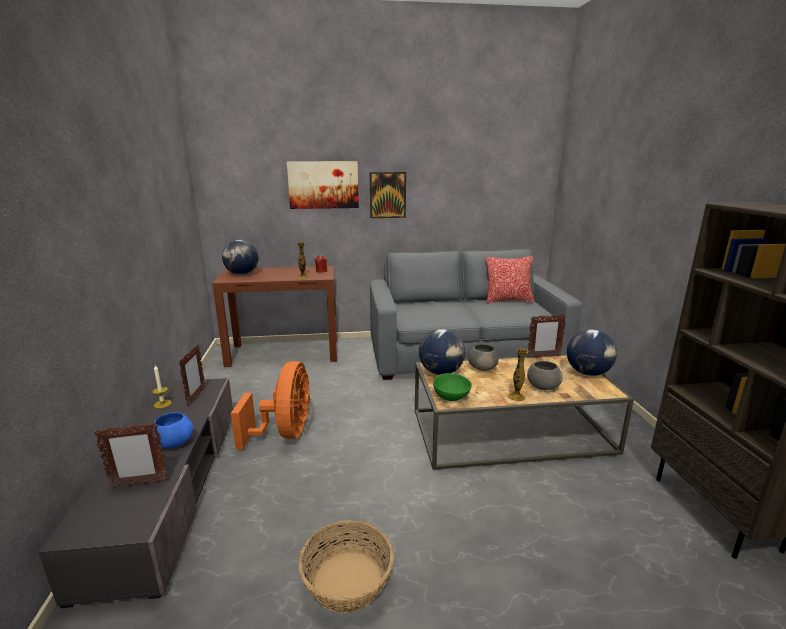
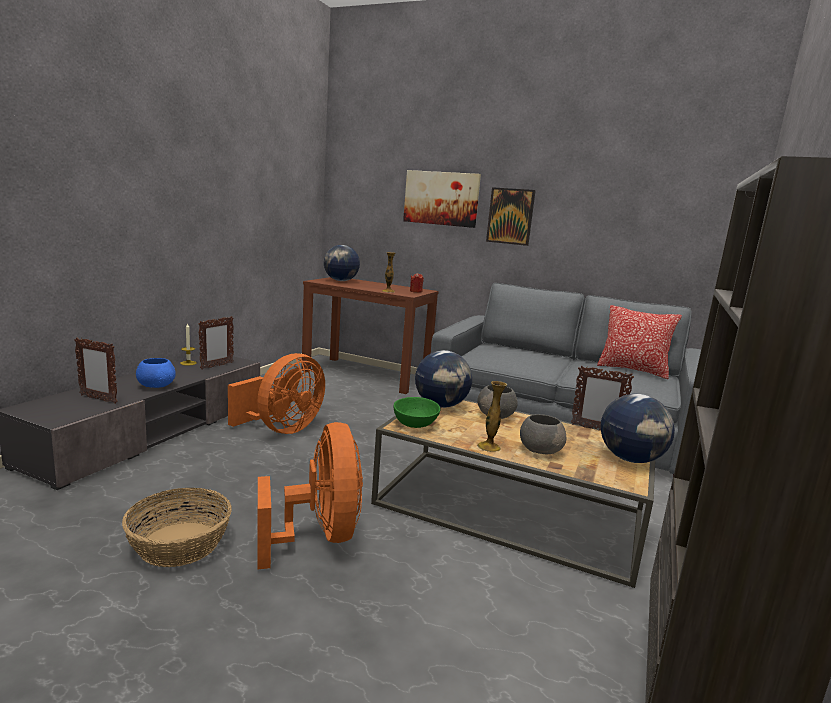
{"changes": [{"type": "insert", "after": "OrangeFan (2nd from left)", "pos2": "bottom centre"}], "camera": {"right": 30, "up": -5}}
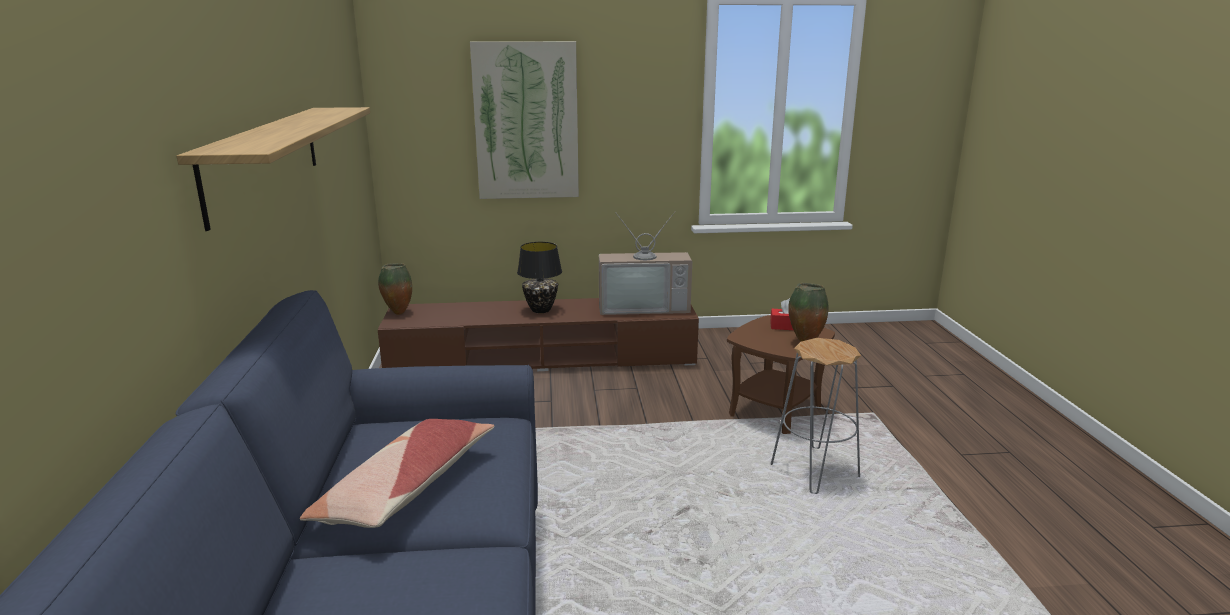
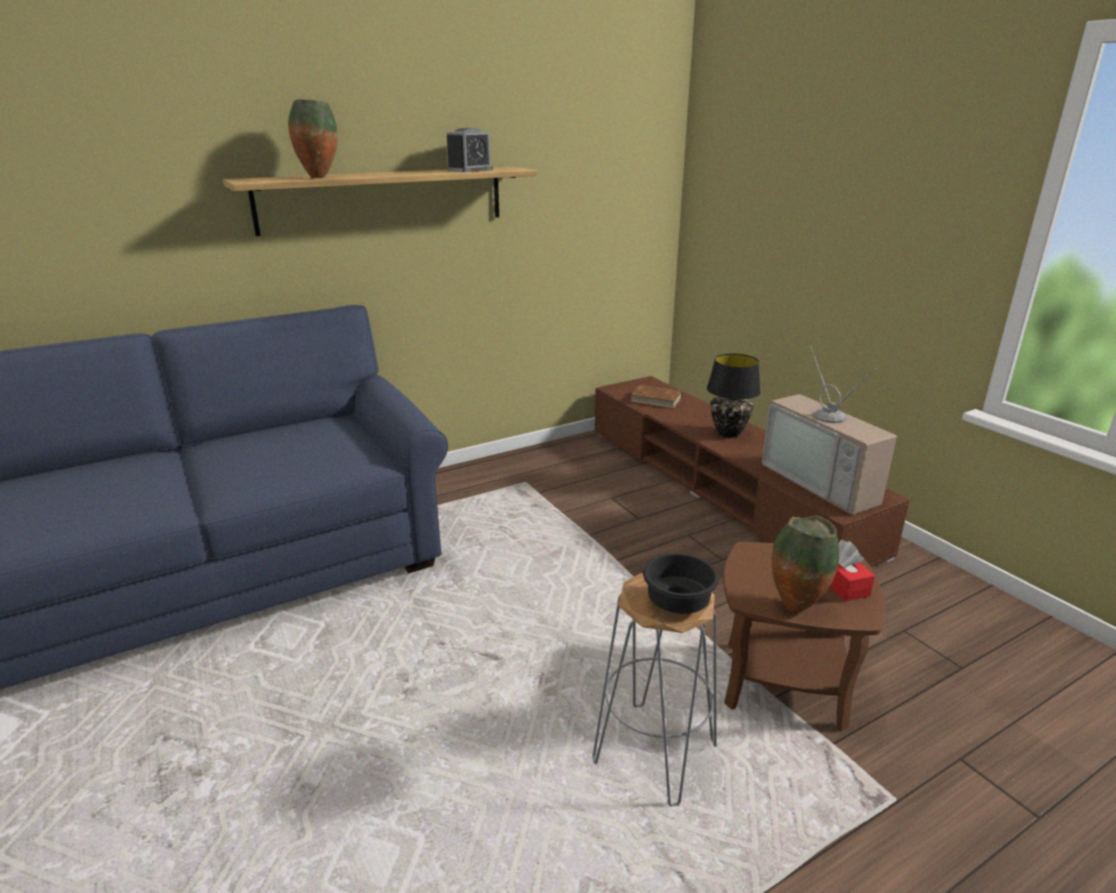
{"changes": [{"type": "delete", "before": "Pillow", "pos1": "bottom left"}, {"type": "move", "before": "Vase (1st from left)", "pos1": "middle left", "pos2": "top left"}, {"type": "delete", "before": "Picture", "pos1": "top centre"}, {"type": "insert", "after": "AlarmClock", "pos2": "top centre"}, {"type": "insert", "after": "BrownBook", "pos2": "centre"}, {"type": "insert", "after": "BlackBowl", "pos2": "centre"}], "camera": {"right": 65, "up": 5}}
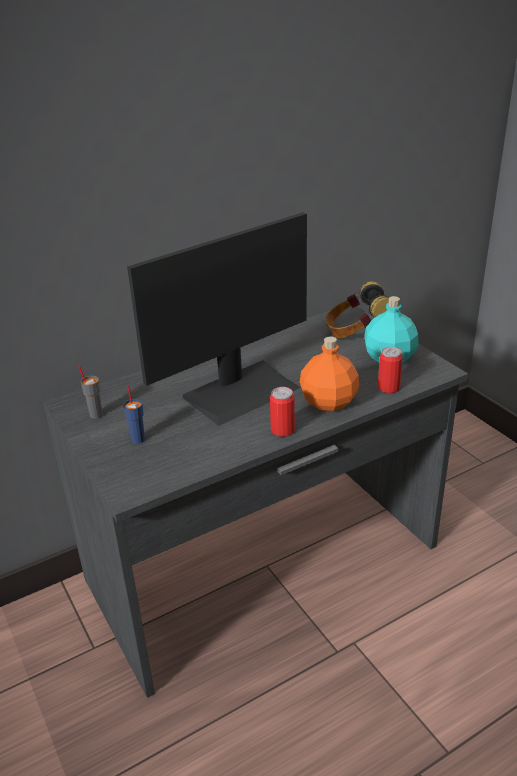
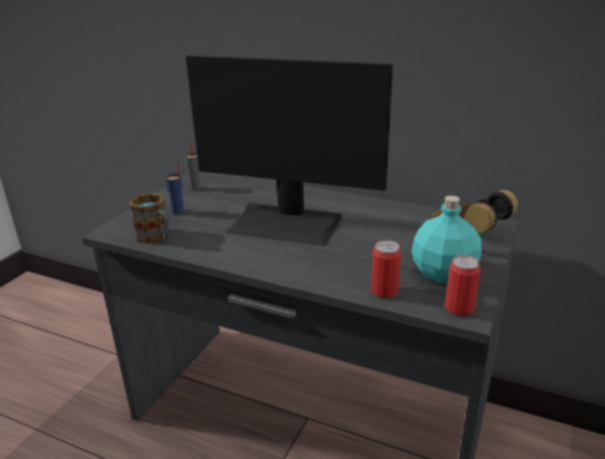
{"changes": [{"type": "move", "before": "Can (1st from left in the first image)", "after": "Can (2nd from left)", "pos1": "centre", "pos2": "middle right"}, {"type": "delete", "before": "OrangeBottle", "pos1": "centre"}, {"type": "insert", "after": "Mug", "pos2": "middle left"}], "camera": {"right": 55, "up": -5}}
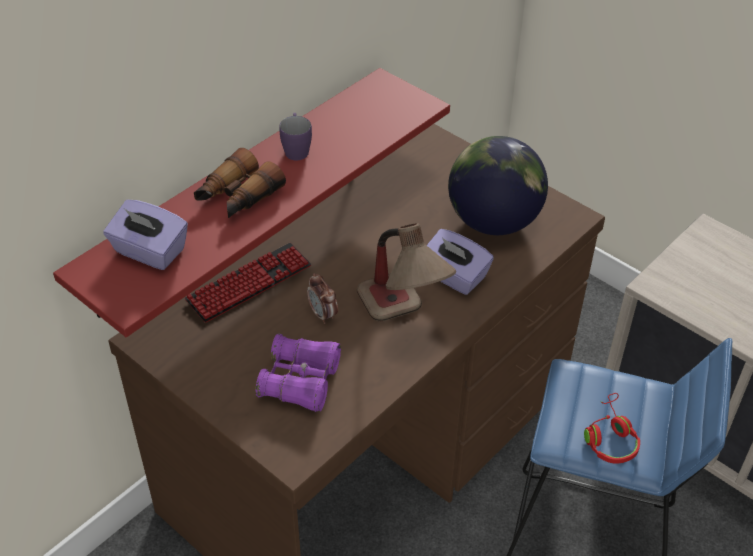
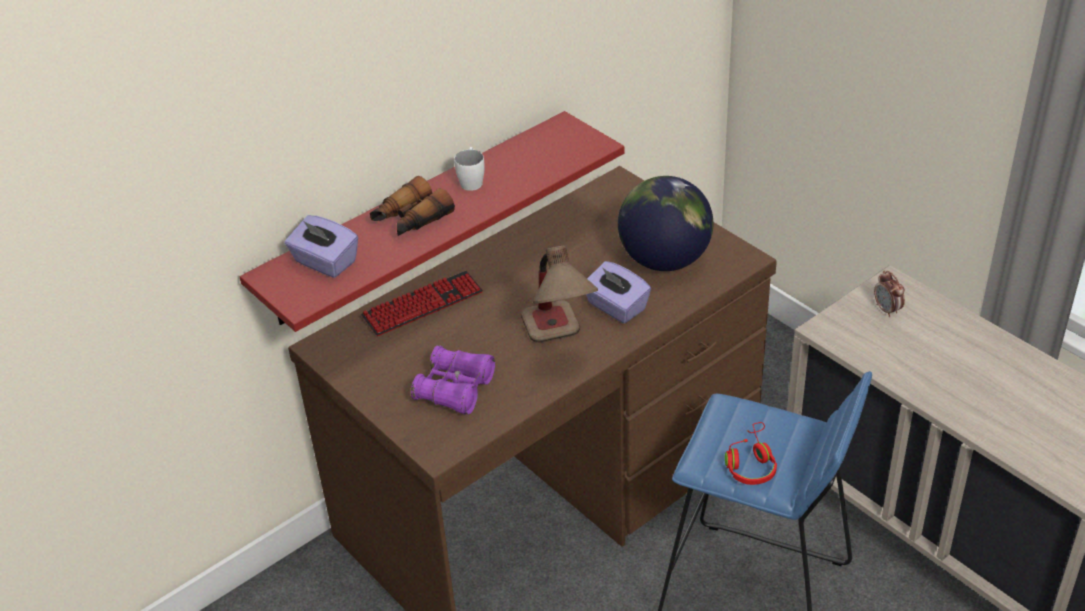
{"changes": [{"type": "recolor", "before": "PurpleMug", "after": "WhiteMug", "pos1": "top centre", "pos2": "top centre"}, {"type": "move", "before": "AlarmClock", "pos1": "centre", "pos2": "middle right"}], "camera": {"right": 10, "up": -5}}
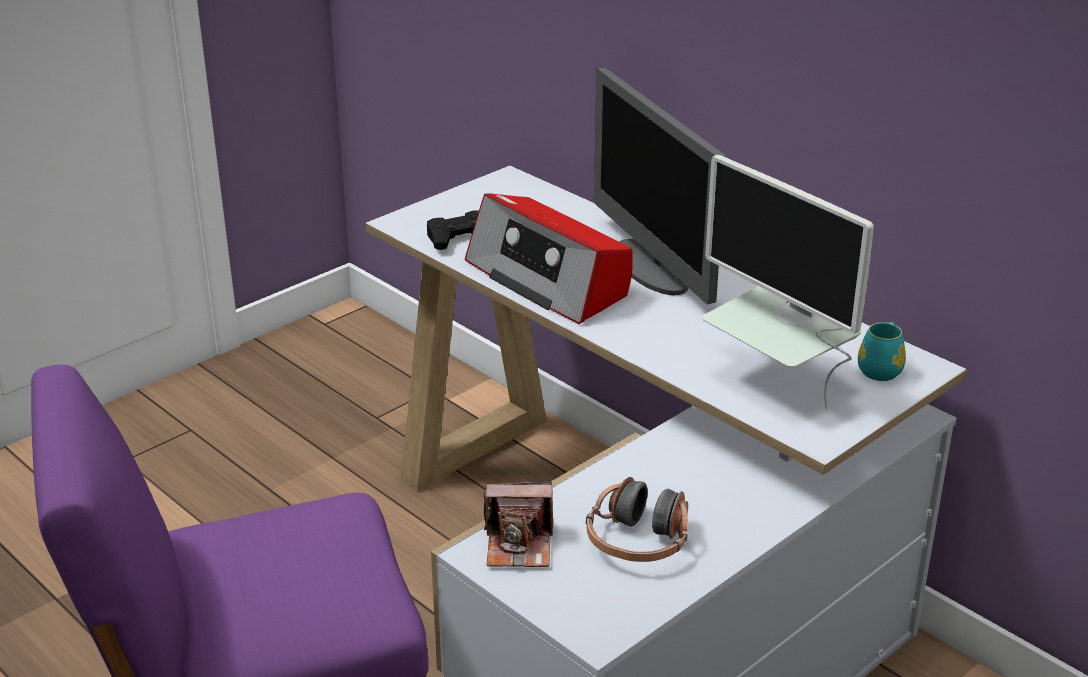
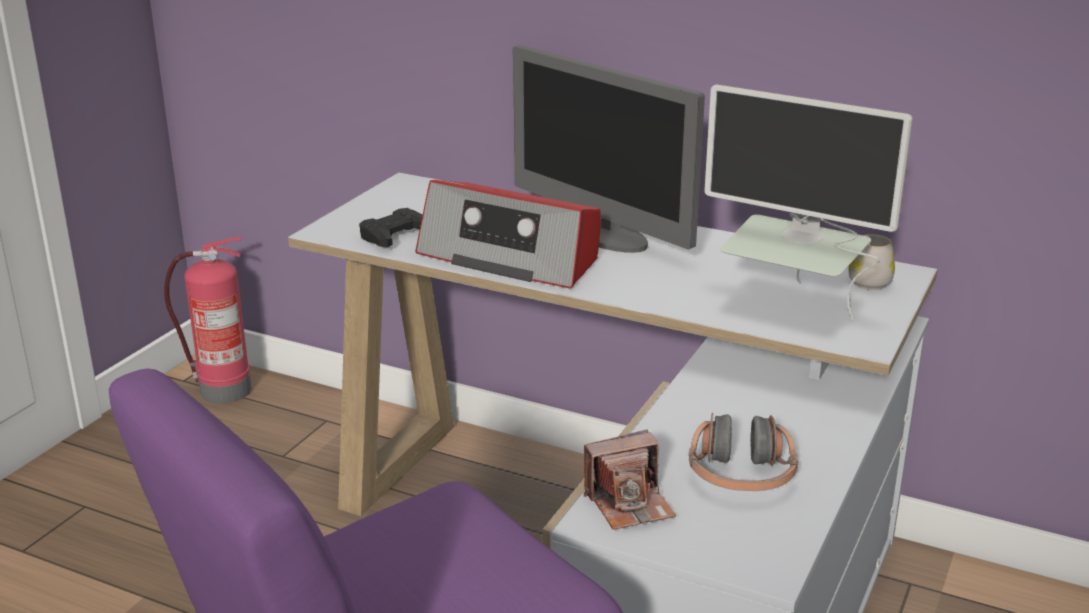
{"changes": [{"type": "recolor", "before": "TurquoiseMug", "after": "WhiteMug", "pos1": "middle right", "pos2": "middle right"}, {"type": "insert", "after": "FireExtinguisher", "pos2": "middle left"}], "camera": {"right": -20, "up": -5}}
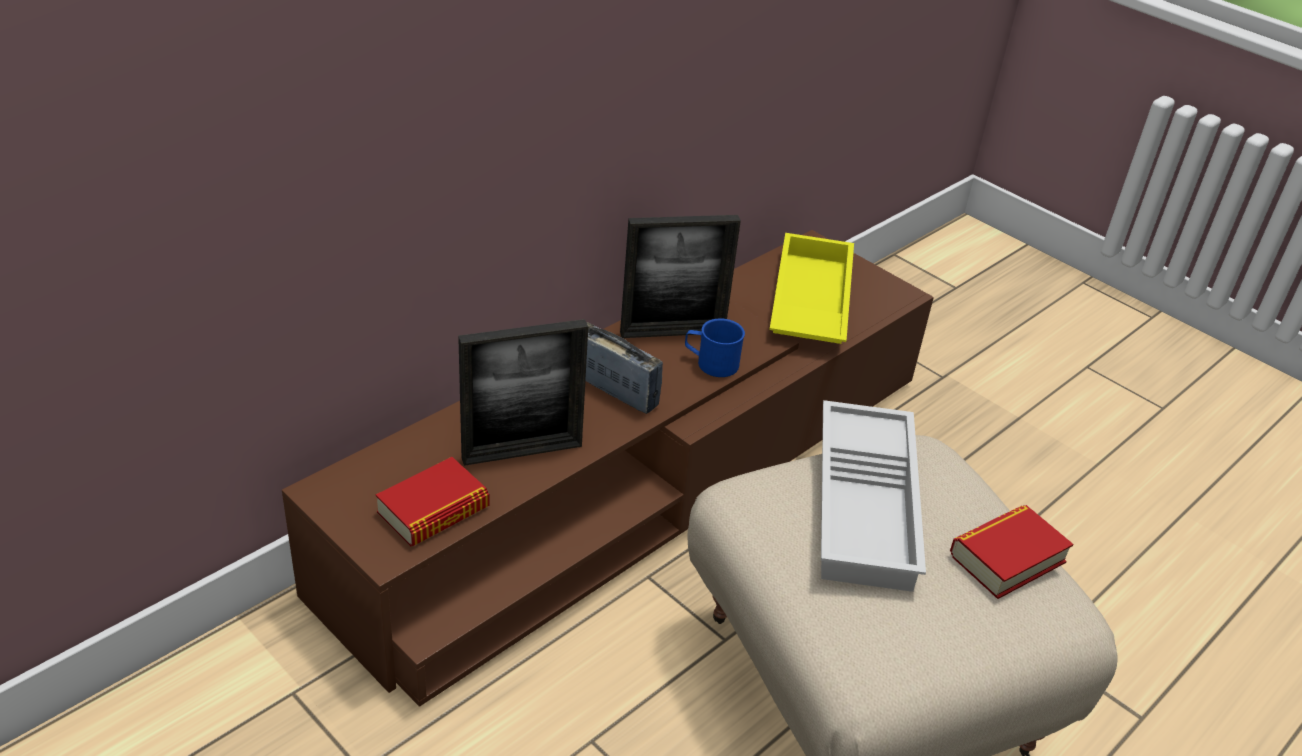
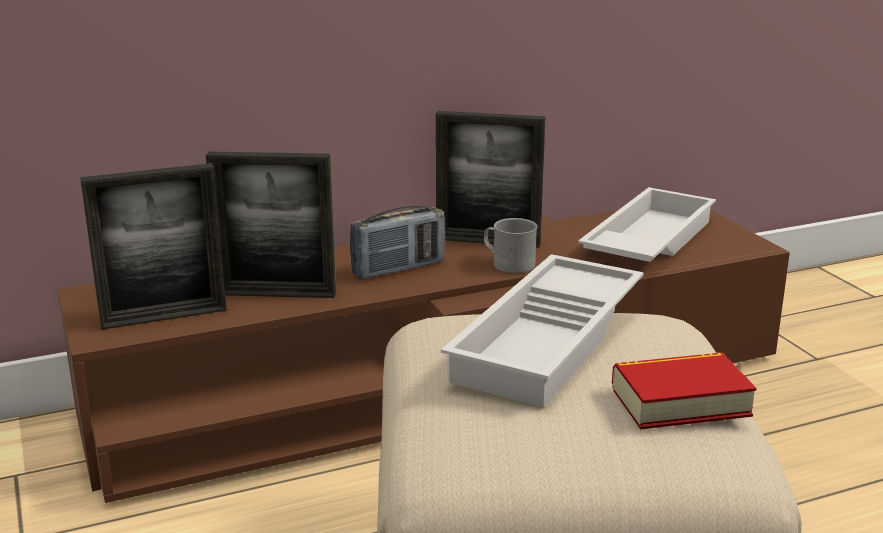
{"changes": [{"type": "replace", "before": "Book (1st from left)", "after": "PictureFrame (1st from left)", "pos1": "middle left", "pos2": "middle left"}, {"type": "rotate", "before": "Radio", "pos1": "centre", "pos2": "centre", "turn": 90}, {"type": "recolor", "before": "BlueMug", "after": "GreyMug", "pos1": "centre", "pos2": "centre"}, {"type": "recolor", "before": "YellowTray", "after": "WhiteTray (2nd from left)", "pos1": "centre", "pos2": "middle right"}], "camera": {"right": 25, "up": -15}}
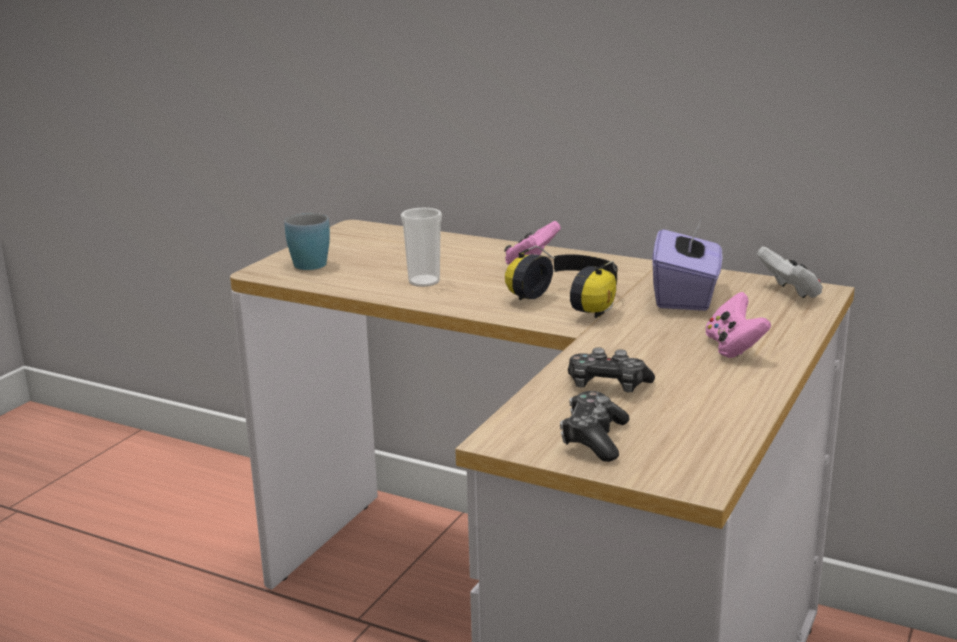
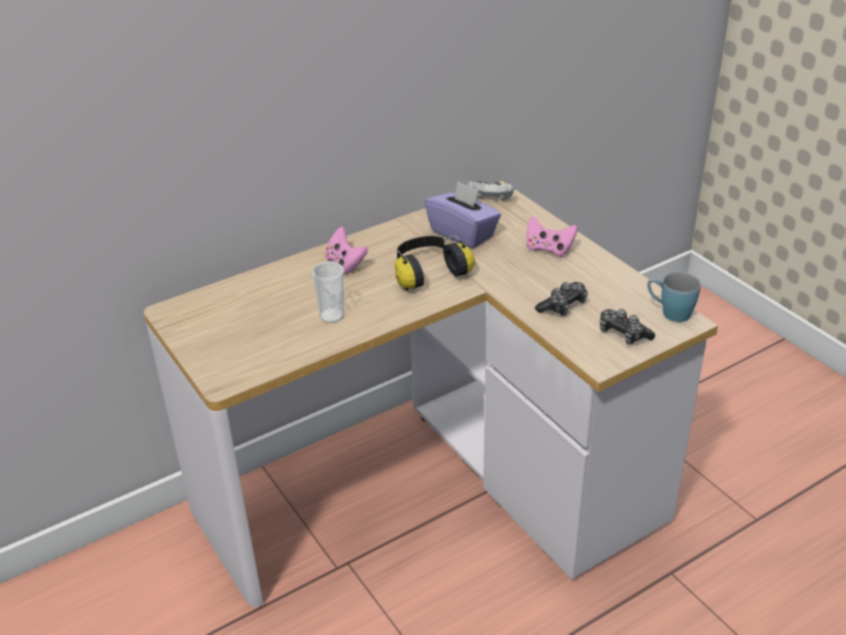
{"changes": [{"type": "move", "before": "BlueMug", "pos1": "middle left", "pos2": "middle right"}], "camera": {"right": -60, "up": 15}}
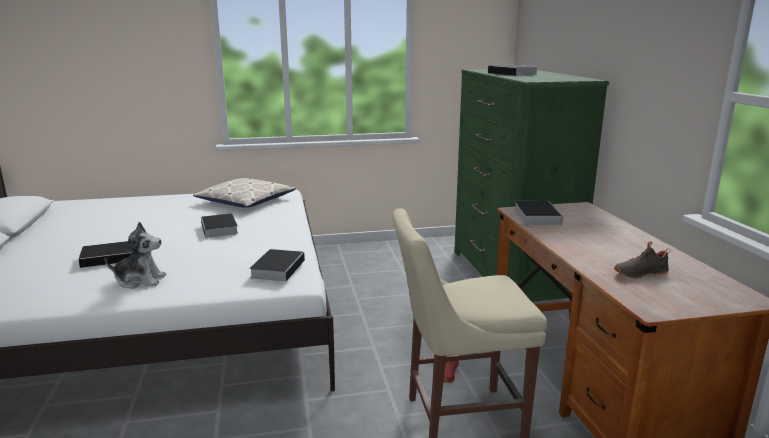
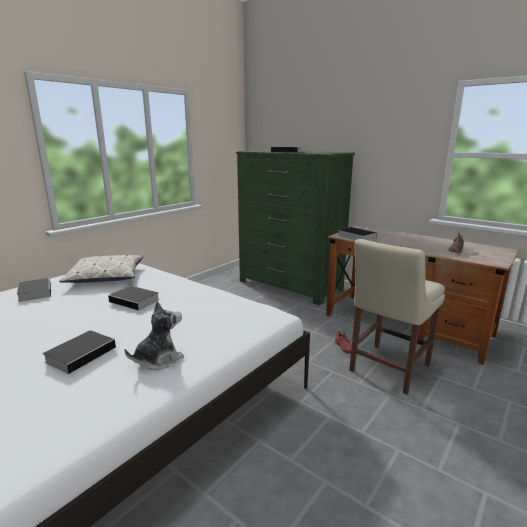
{"changes": [{"type": "move", "before": "Book (3rd from left in the first image)", "after": "Book (1st from left)", "pos1": "centre", "pos2": "middle left"}], "camera": {"right": -40, "up": 0}}
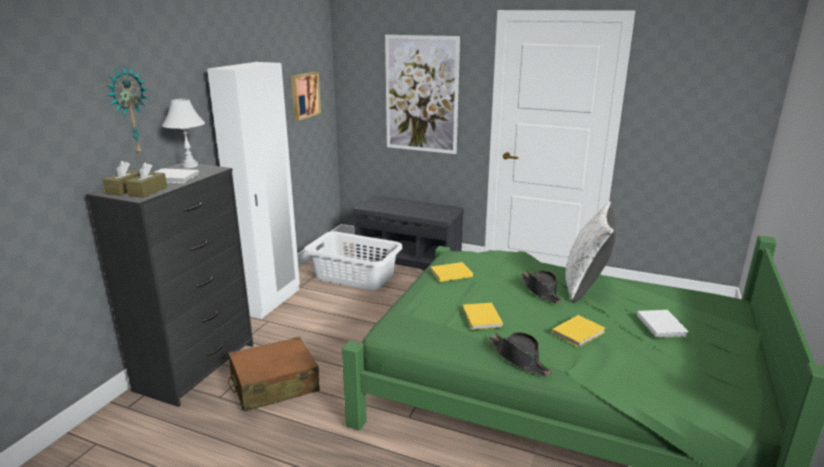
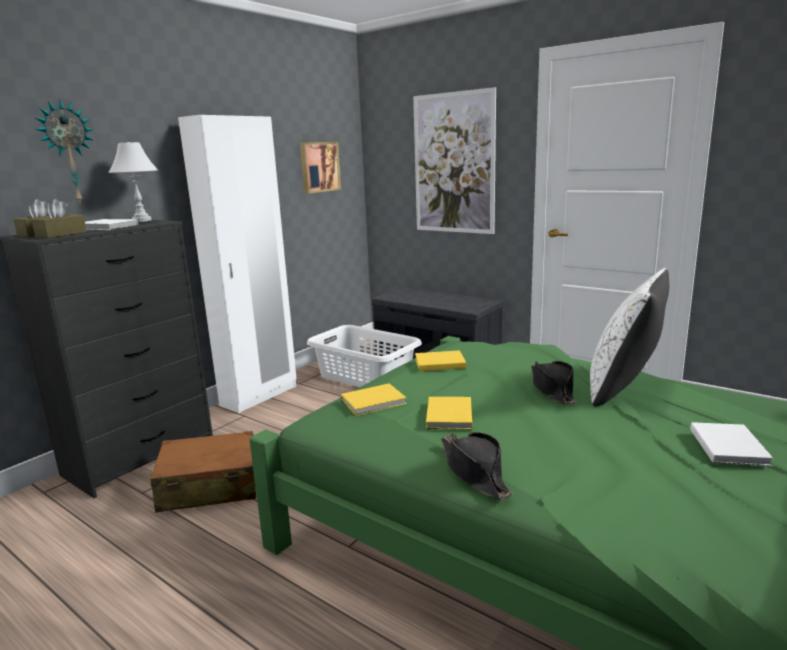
{"changes": [{"type": "move", "before": "YellowBook (3rd from left in the first image)", "after": "YellowBook (1st from left)", "pos1": "bottom right", "pos2": "centre"}], "camera": {"right": 15, "up": -5}}
